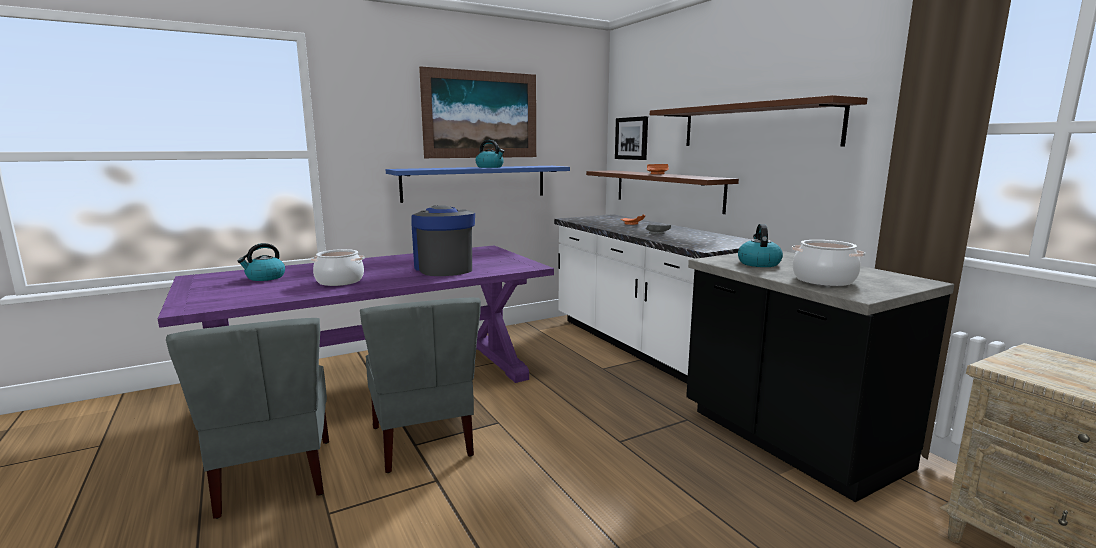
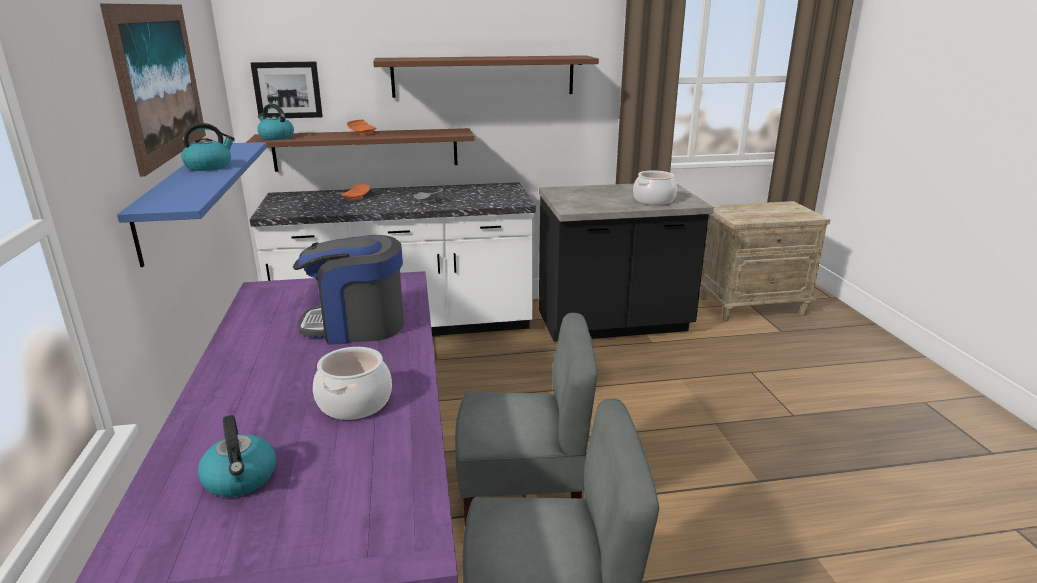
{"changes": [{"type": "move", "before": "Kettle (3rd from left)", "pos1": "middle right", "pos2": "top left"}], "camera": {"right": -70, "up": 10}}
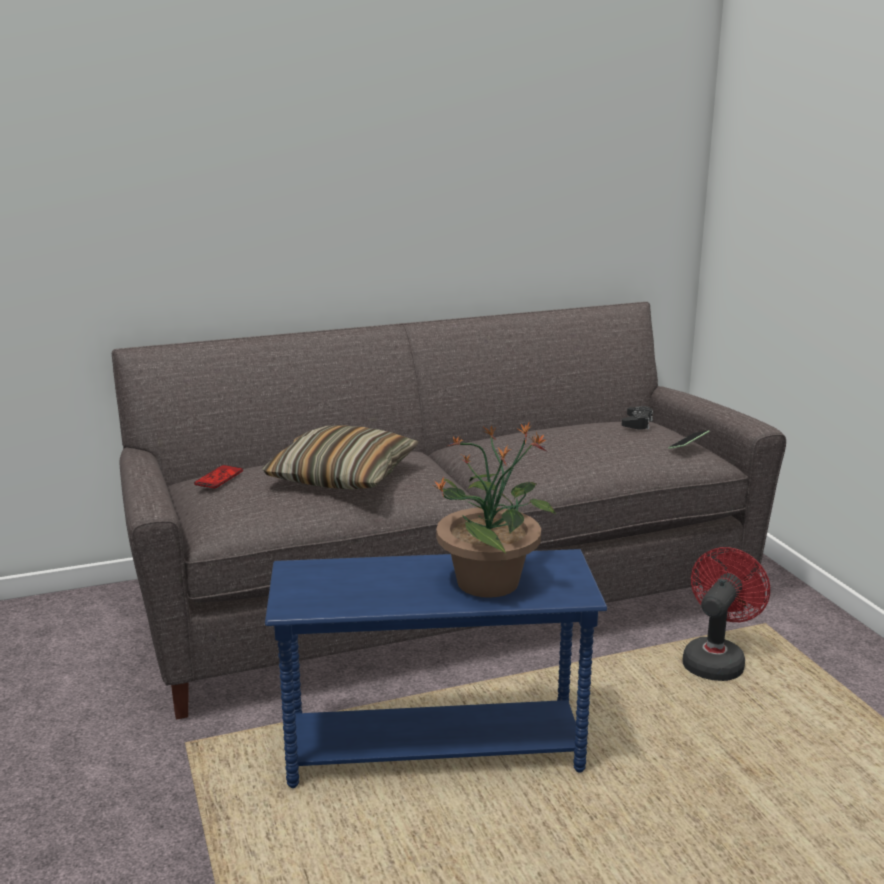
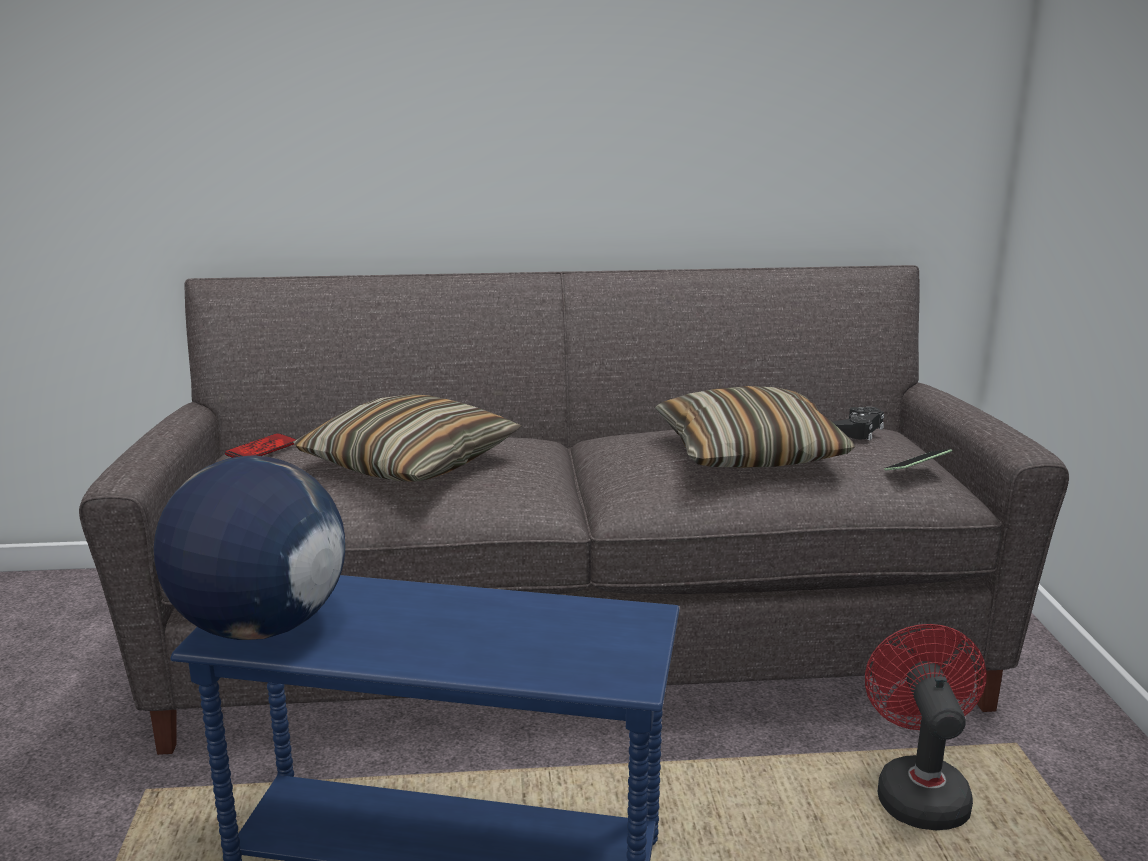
{"changes": [{"type": "delete", "before": "PottedPlant", "pos1": "centre"}, {"type": "rotate", "before": "RedFan", "pos1": "bottom right", "pos2": "bottom right", "turn": -45}, {"type": "insert", "after": "Globe", "pos2": "middle left"}, {"type": "insert", "after": "Pillow (2nd from left)", "pos2": "centre"}], "camera": {"right": 15, "up": 0}}
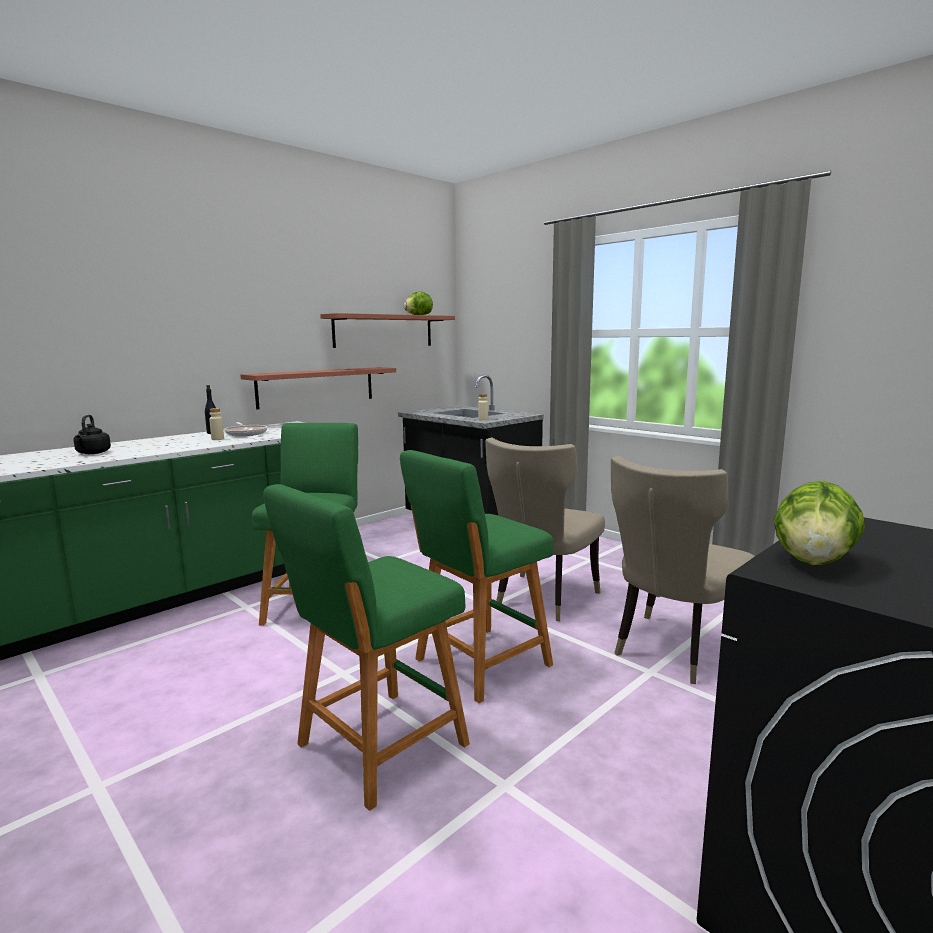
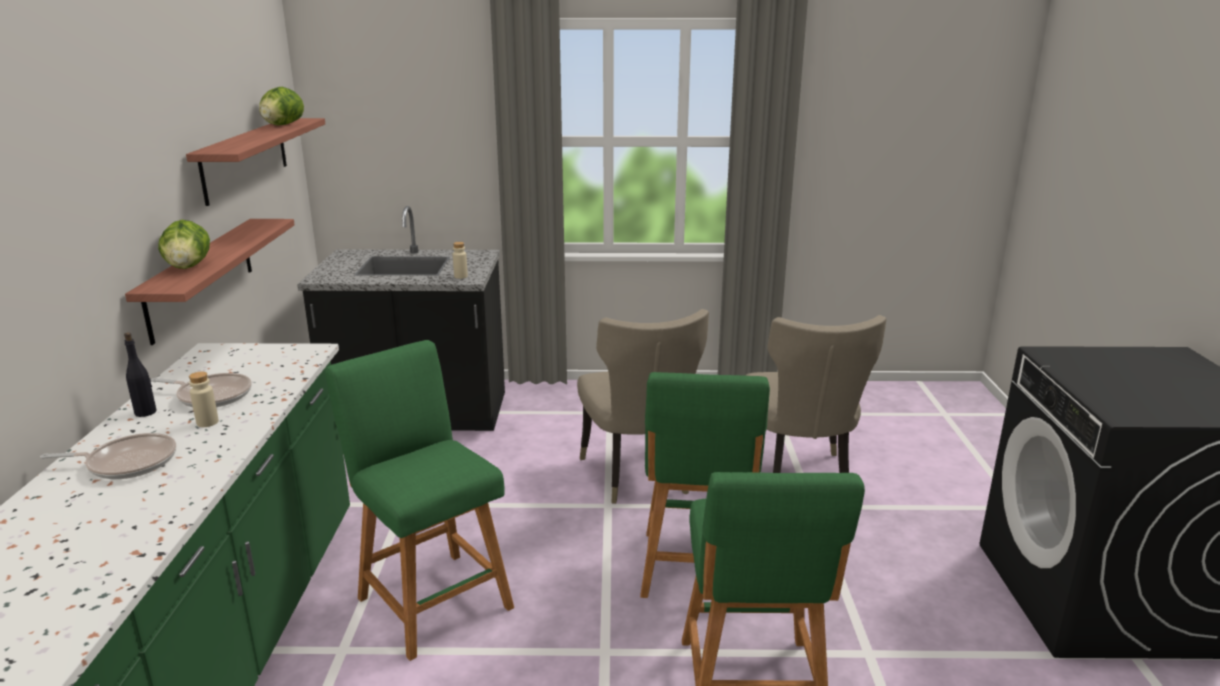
{"changes": [{"type": "delete", "before": "BlackKettle", "pos1": "middle left"}, {"type": "move", "before": "Lettuce (2nd from left in the first image)", "after": "Lettuce (1st from left)", "pos1": "middle right", "pos2": "middle left"}, {"type": "insert", "after": "FryingPan (1st from left)", "pos2": "middle left"}], "camera": {"right": -45, "up": 10}}
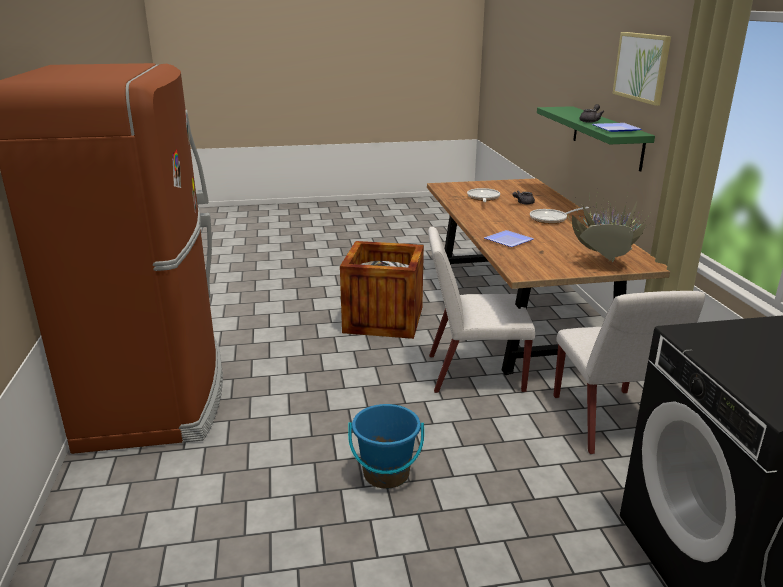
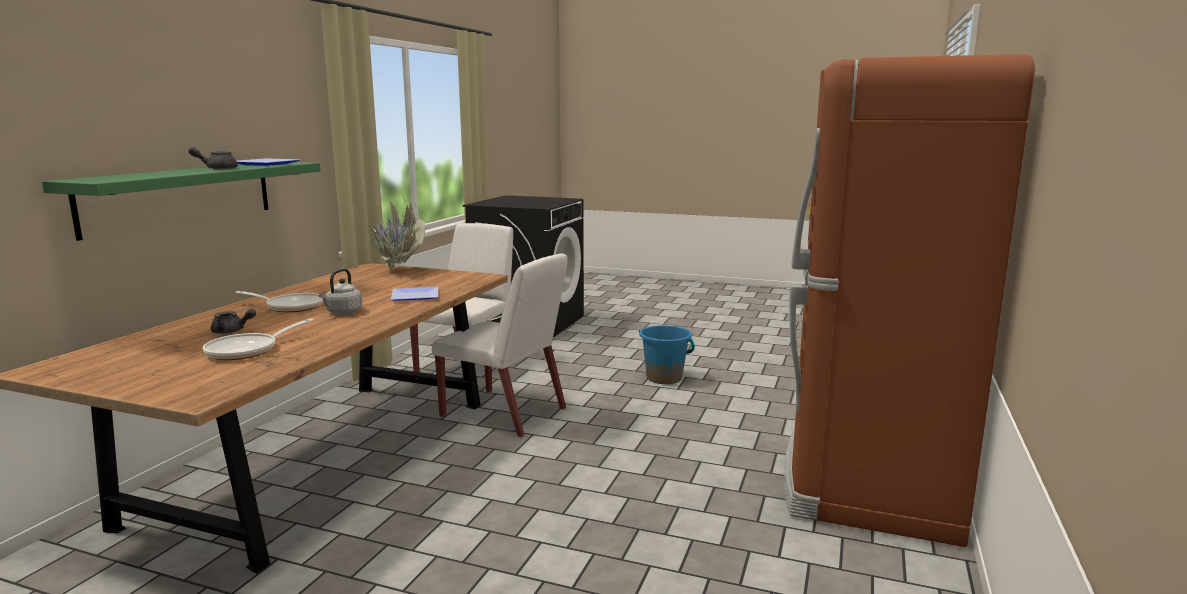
{"changes": [{"type": "delete", "before": "Crate", "pos1": "centre"}, {"type": "delete", "before": "Picture", "pos1": "top right"}, {"type": "insert", "after": "GreyKettle", "pos2": "middle left"}], "camera": {"right": -150, "up": -10}}
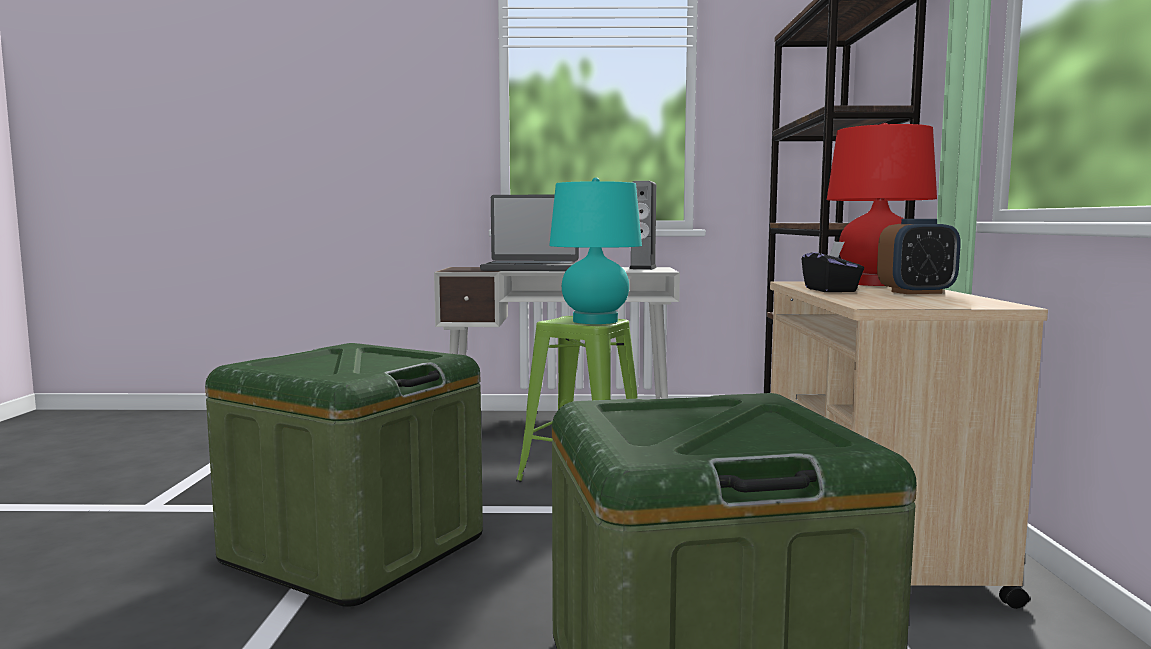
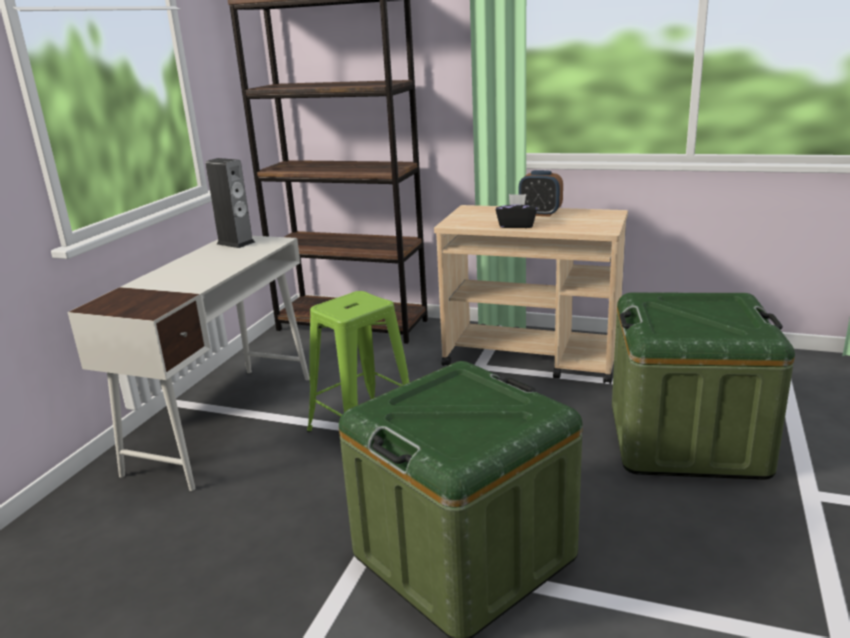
{"changes": [{"type": "delete", "before": "Laptop", "pos1": "centre"}, {"type": "delete", "before": "TurquoiseTableLamp", "pos1": "centre"}, {"type": "delete", "before": "RedTableLamp", "pos1": "top right"}, {"type": "rotate", "before": "AlarmClock", "pos1": "middle right", "pos2": "top centre", "turn": 105}], "camera": {"right": -70, "up": 15}}
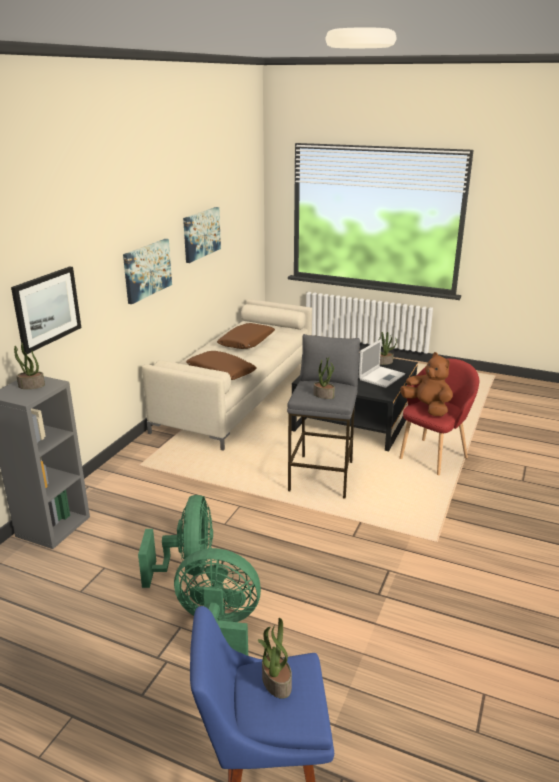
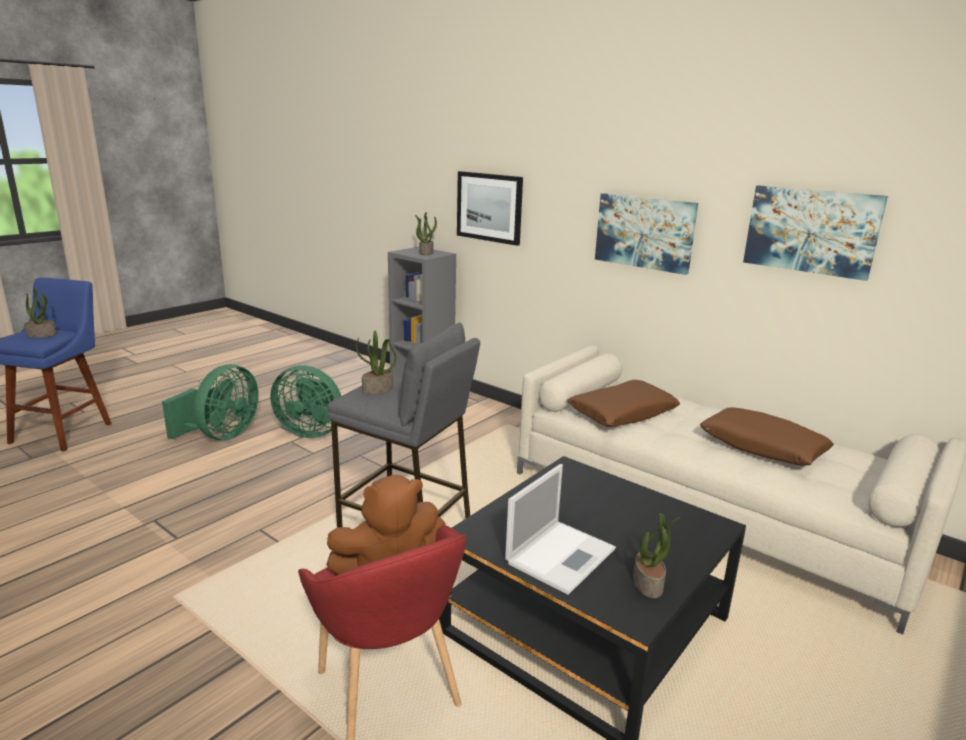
{"changes": [{"type": "rotate", "before": "Laptop", "pos1": "middle right", "pos2": "bottom centre", "turn": -105}], "camera": {"right": 105, "up": -5}}
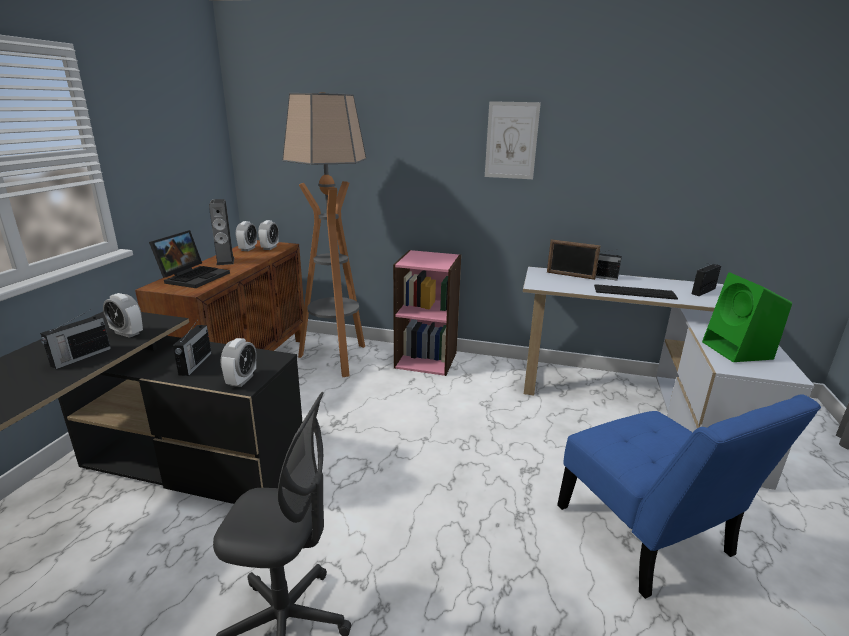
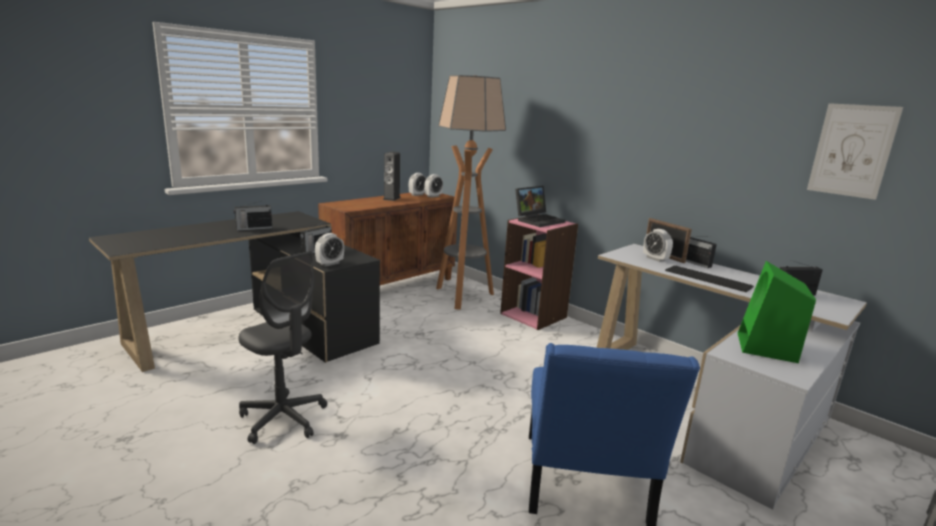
{"changes": [{"type": "move", "before": "AlarmClock (1st from left in the first image)", "after": "AlarmClock (4th from left)", "pos1": "middle left", "pos2": "middle right"}, {"type": "move", "before": "Laptop", "pos1": "middle left", "pos2": "centre"}, {"type": "move", "before": "Picture", "pos1": "top centre", "pos2": "top right"}], "camera": {"right": 30, "up": -5}}
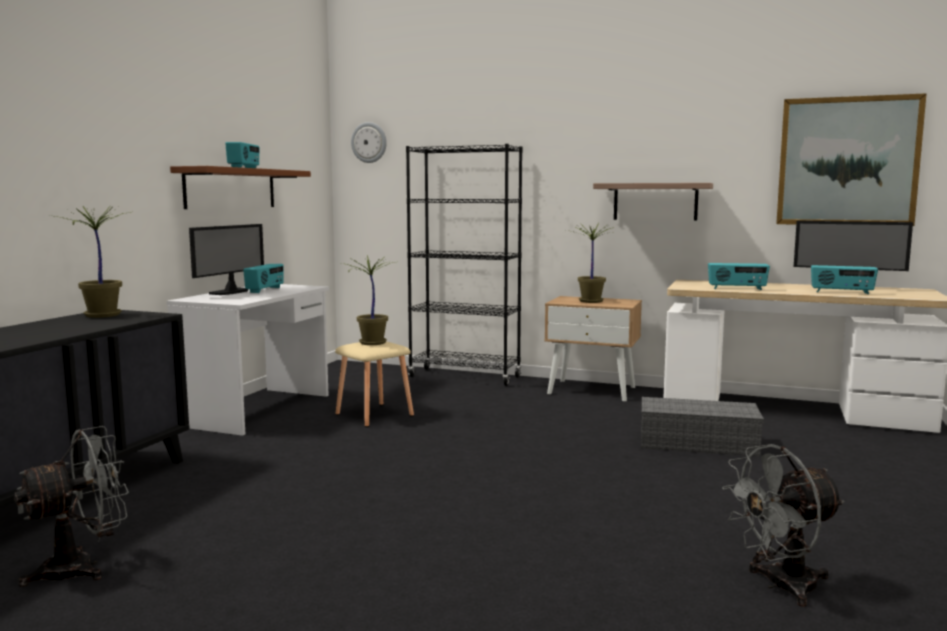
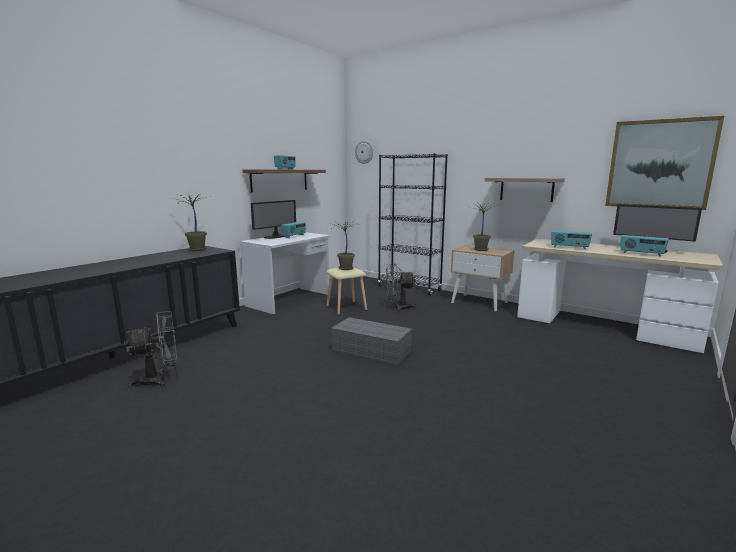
{"changes": [{"type": "move", "before": "GreyStorageBox", "pos1": "bottom right", "pos2": "centre"}, {"type": "move", "before": "GreyFan (2nd from left)", "pos1": "bottom right", "pos2": "centre"}], "camera": {"right": 15, "up": 5}}
